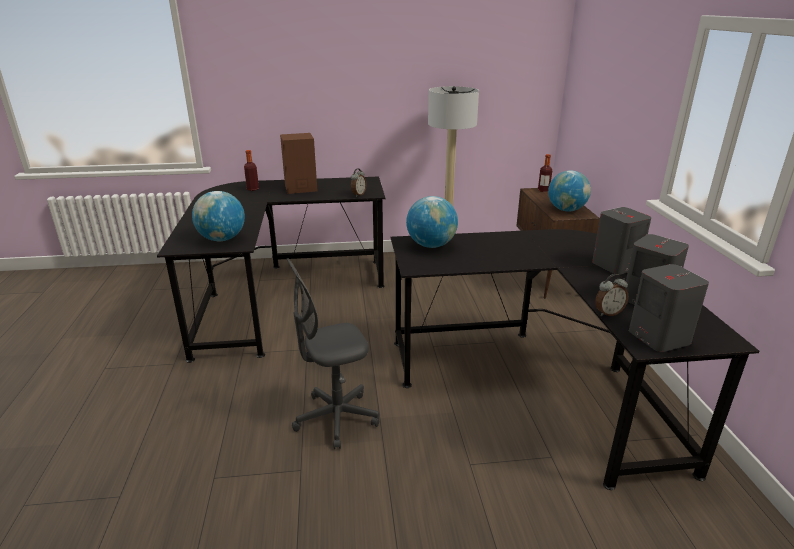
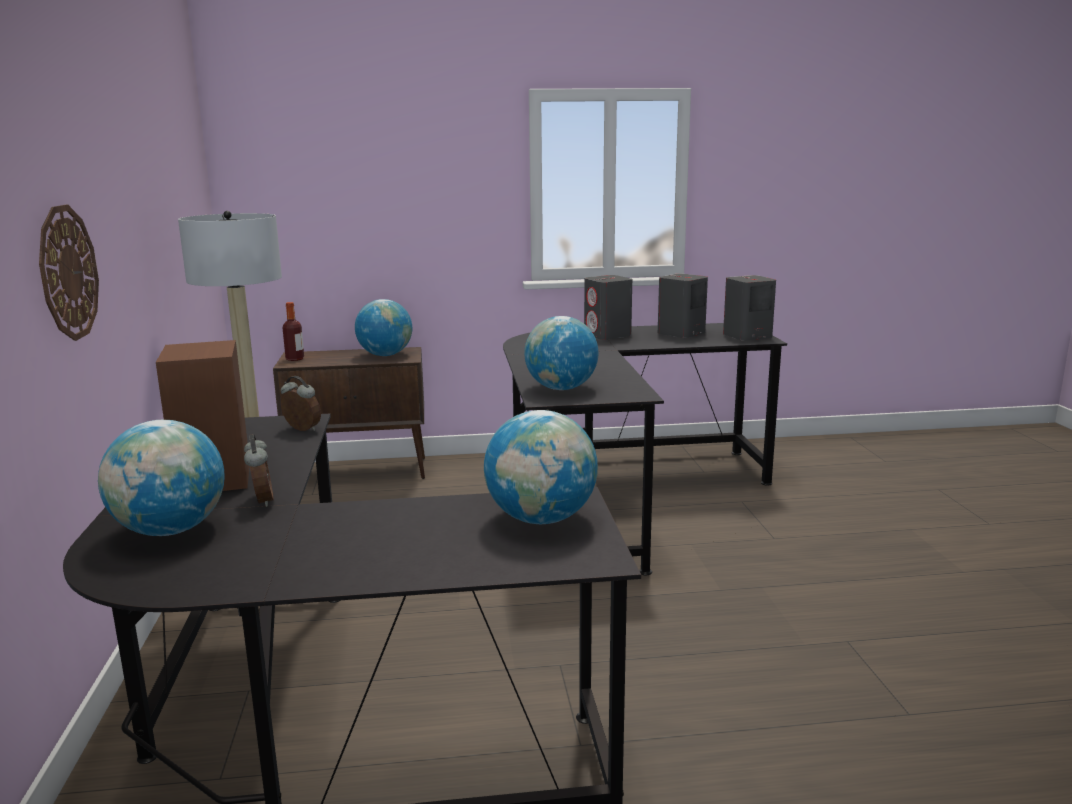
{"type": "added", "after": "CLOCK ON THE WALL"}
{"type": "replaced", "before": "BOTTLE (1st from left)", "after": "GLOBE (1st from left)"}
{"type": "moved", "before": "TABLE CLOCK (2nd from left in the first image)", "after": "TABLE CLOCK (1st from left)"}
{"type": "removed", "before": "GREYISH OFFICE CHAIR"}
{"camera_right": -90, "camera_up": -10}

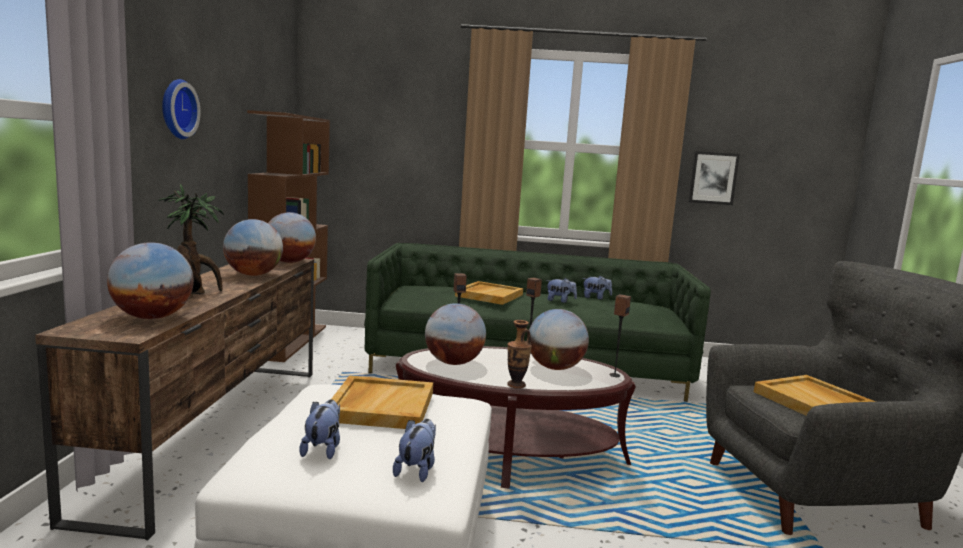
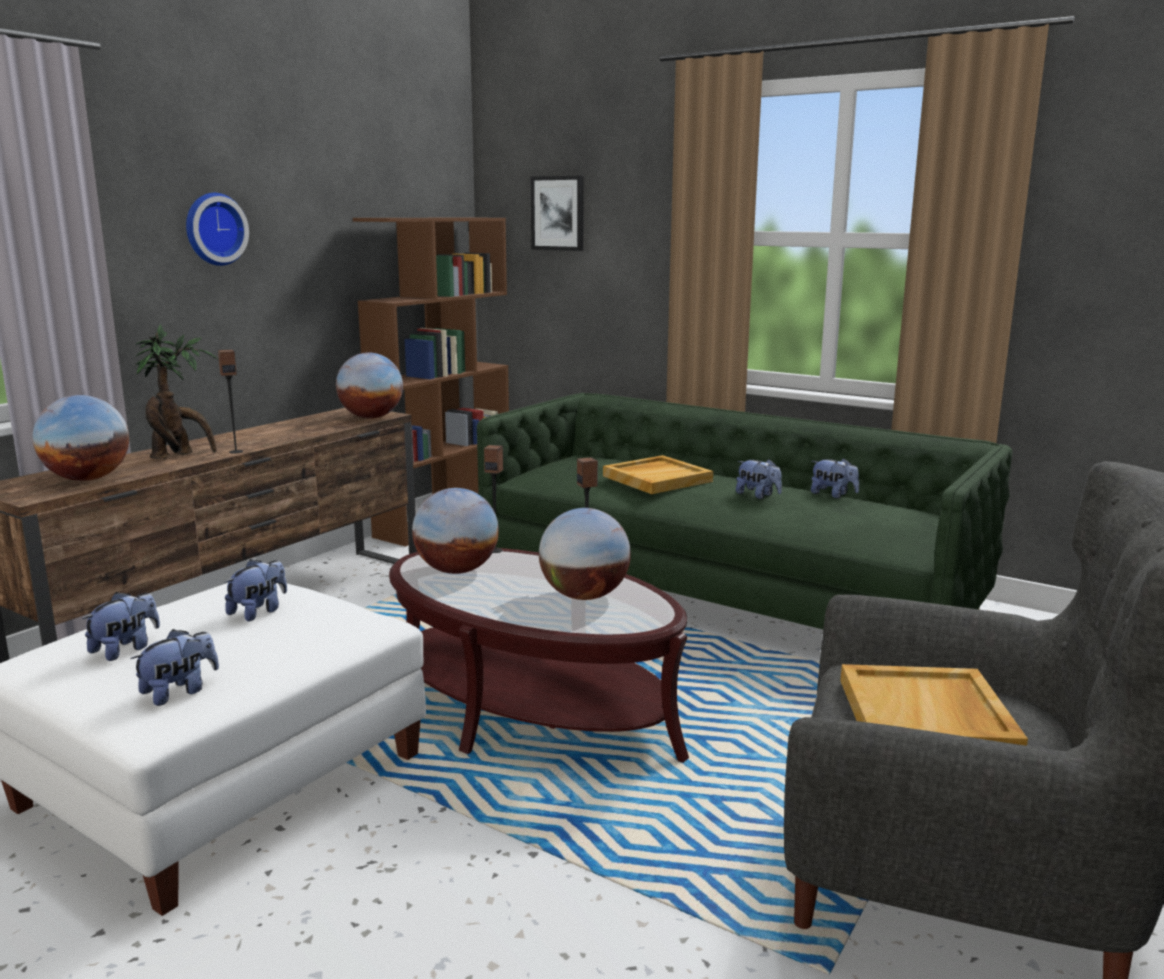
{"type": "moved", "before": "SPEAKER (3rd from left in the first image)", "after": "SPEAKER (1st from left)"}
{"type": "replaced", "before": "BEIGE CARRYING TRAY (1st from left)", "after": "CUDDLY TOY (3rd from left)"}
{"type": "moved", "before": "WALL ART"}
{"type": "removed", "before": "GLOBE (2nd from left)"}
{"type": "removed", "before": "FLOWER VASE"}
{"camera_right": 30, "camera_up": 5}

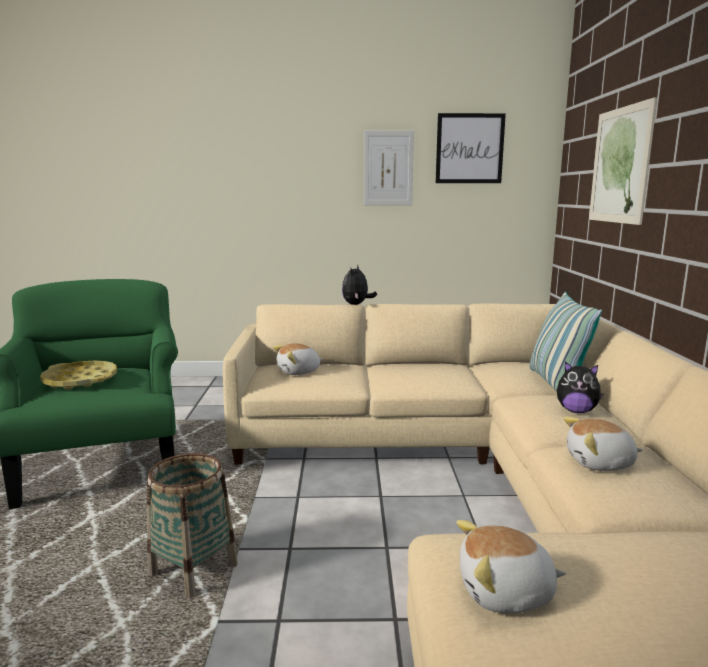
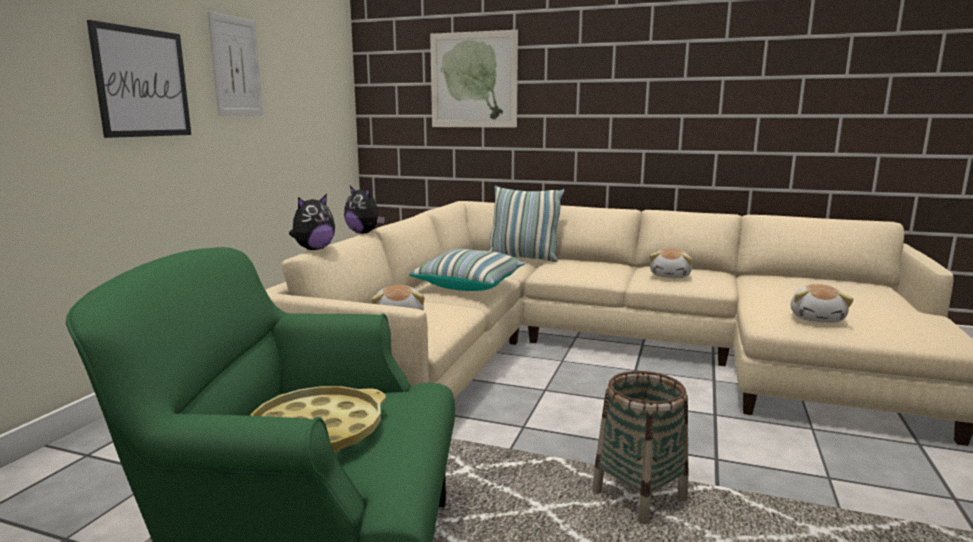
{"type": "moved", "before": "WALL ART (2nd from left in the first image)", "after": "WALL ART (1st from left)"}
{"type": "moved", "before": "CUDDLY TOY (4th from left in the first image)", "after": "CUDDLY TOY (1st from left)"}
{"type": "added", "after": "CUSHION (1st from left)"}
{"camera_right": -70, "camera_up": 0}

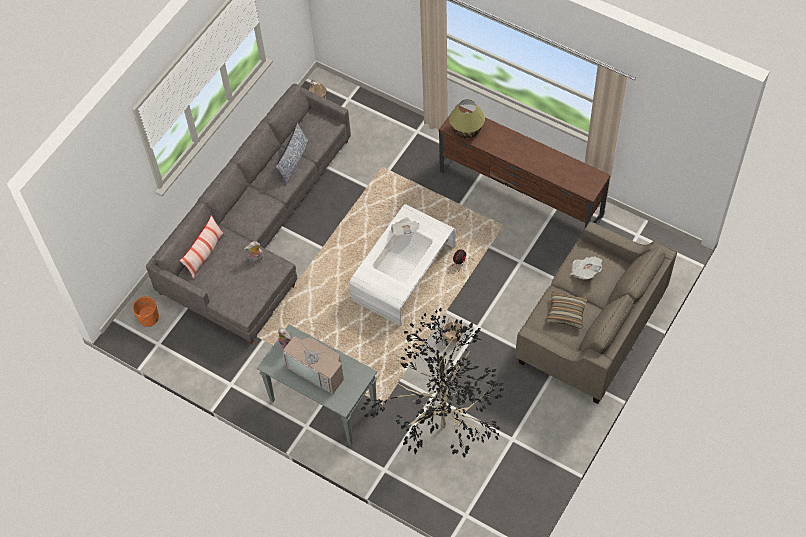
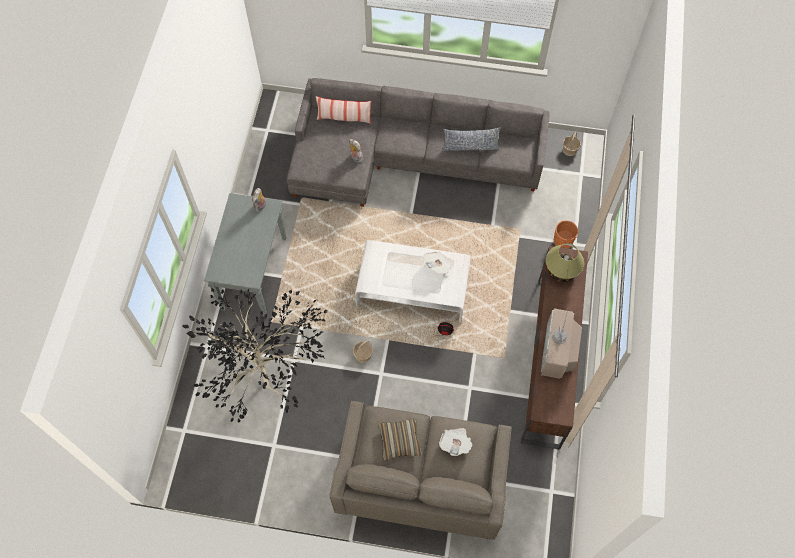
{"type": "moved", "before": "TV"}
{"type": "moved", "before": "ORANGE-COLOURED PLANTER"}
{"camera_right": 65, "camera_up": 5}

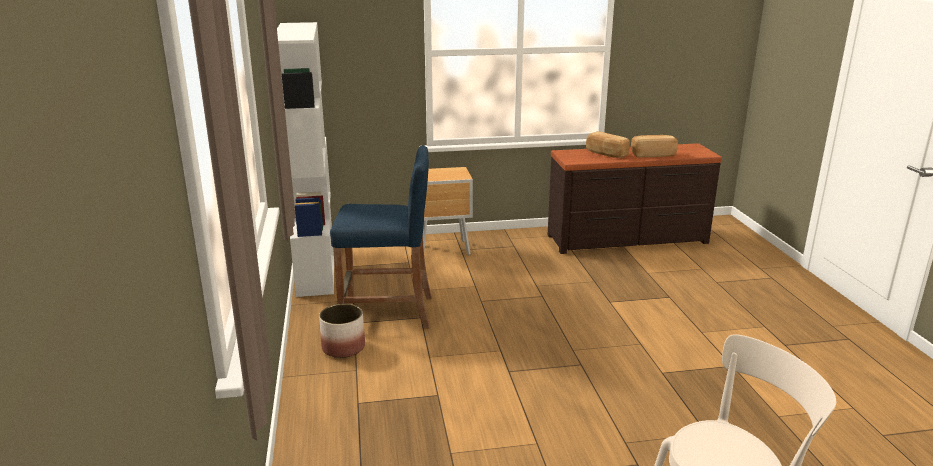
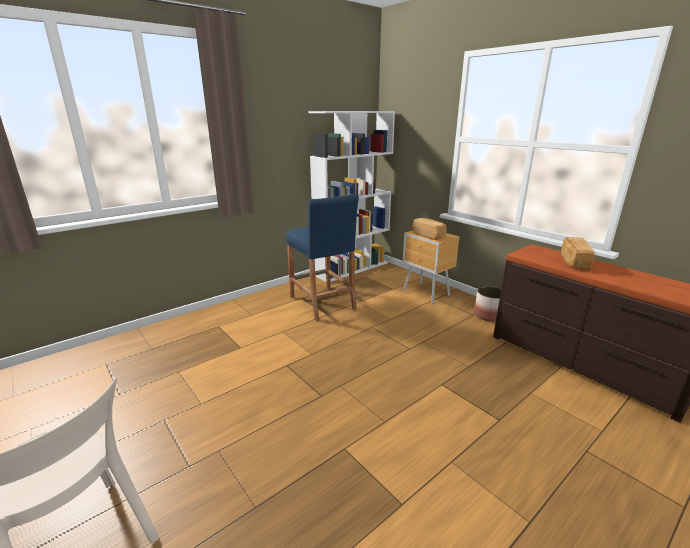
{"type": "moved", "before": "BAKED BREAD (2nd from left in the first image)", "after": "BAKED BREAD (1st from left)"}
{"type": "moved", "before": "PLANTER"}
{"camera_right": 60, "camera_up": 0}

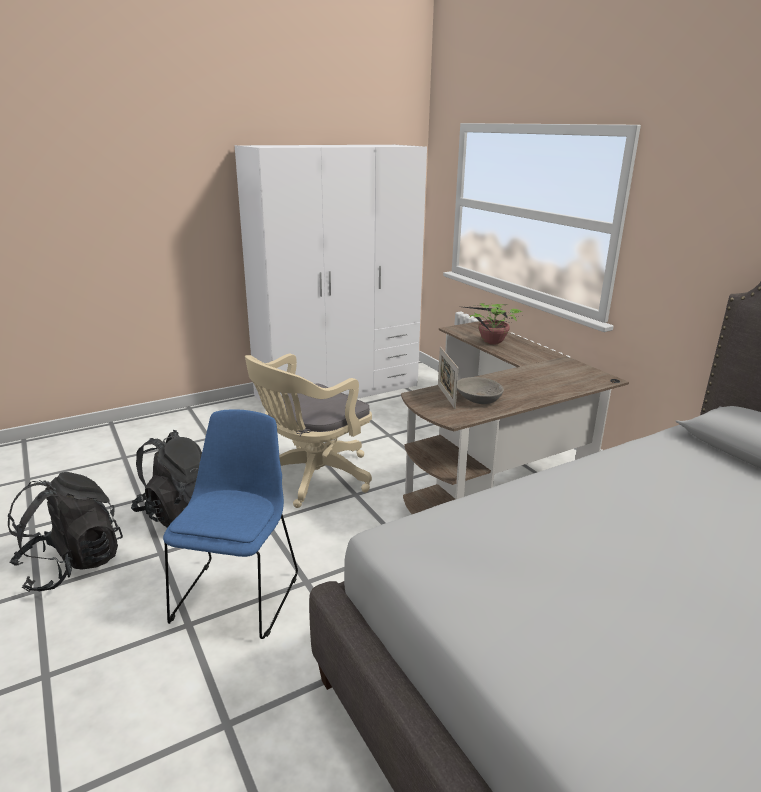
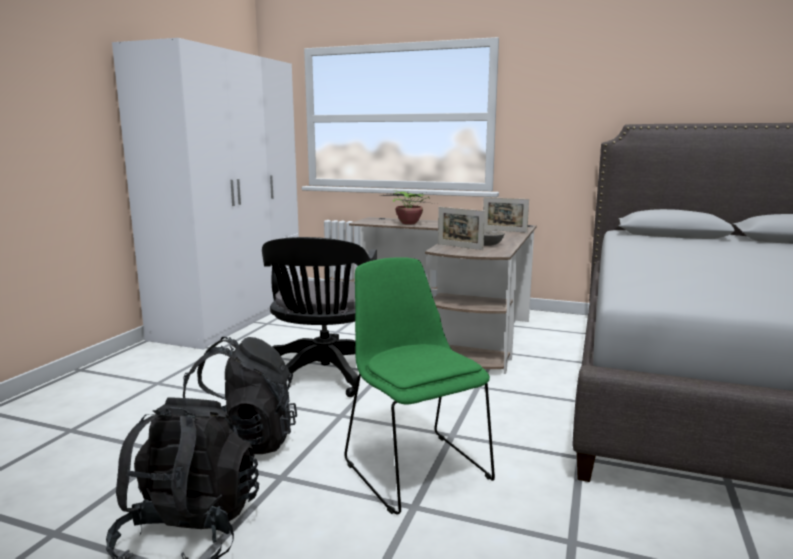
{"type": "recoloured", "before": "BEIGE OFFICE CHAIR", "after": "BLACK-COLOURED OFFICE CHAIR"}
{"type": "recoloured", "before": "BLUE-COLOURED PLAIN CHAIR", "after": "GREEN PLAIN CHAIR"}
{"type": "added", "after": "PHOTO FRAME (2nd from left)"}
{"camera_right": -40, "camera_up": -10}

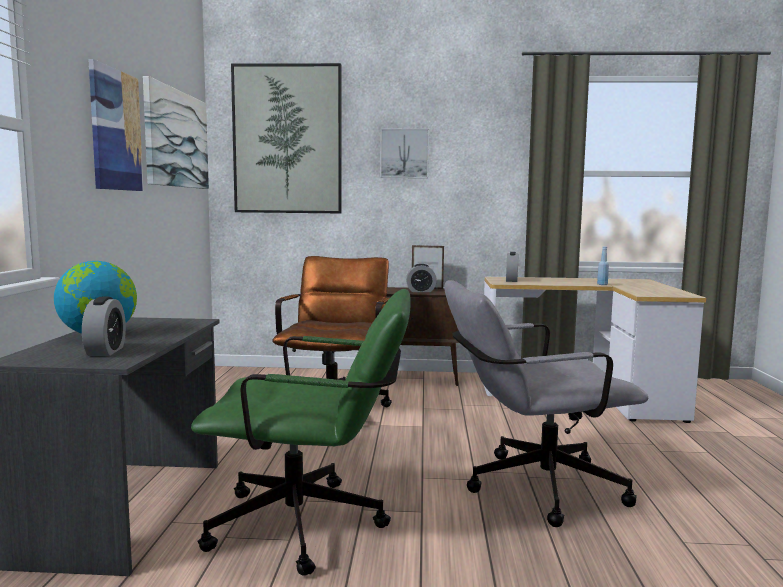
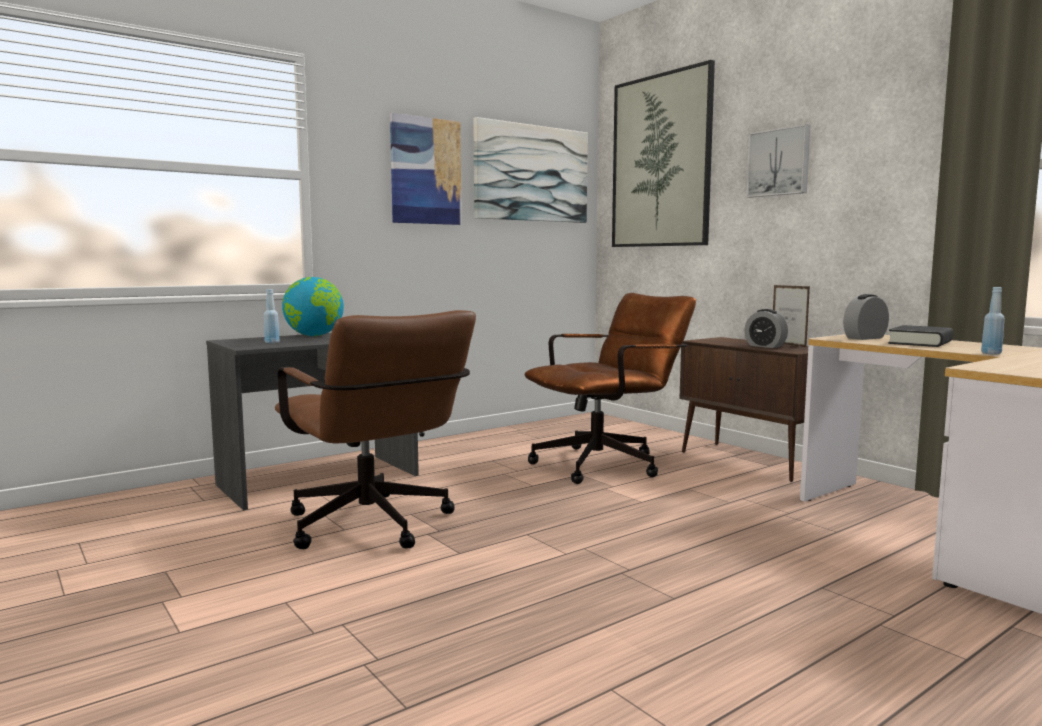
{"type": "replaced", "before": "TABLE CLOCK (1st from left)", "after": "BLUE-COLOURED BOTTLE (1st from left)"}
{"type": "recoloured", "before": "GREEN OFFICE CHAIR", "after": "BROWN-COLOURED OFFICE CHAIR (1st from left)"}
{"type": "added", "after": "BLACK-COLOURED BOOK"}
{"type": "removed", "before": "GREYISH OFFICE CHAIR"}
{"camera_right": 50, "camera_up": 0}

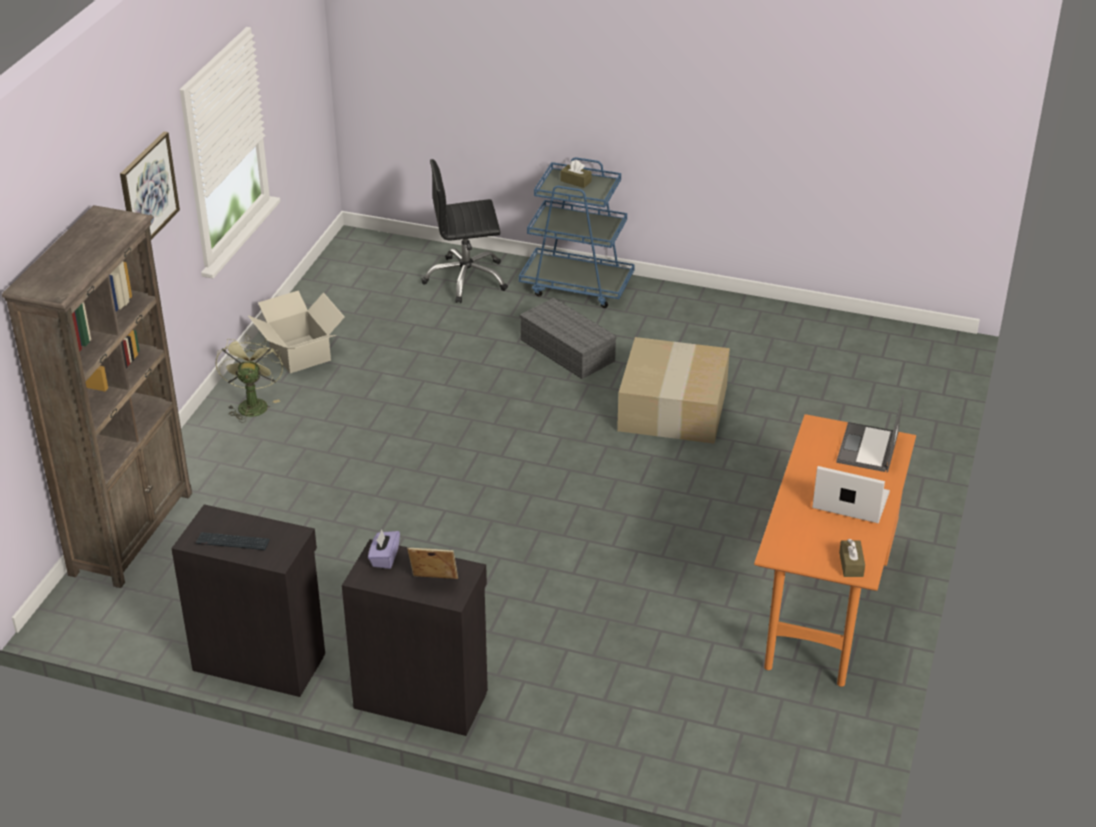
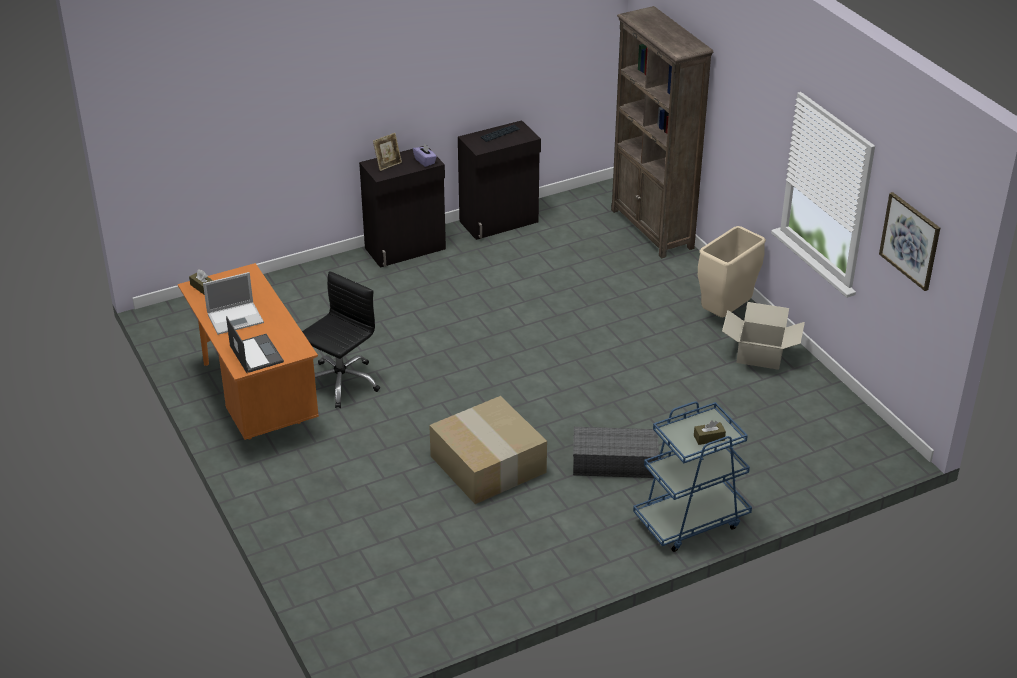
{"type": "moved", "before": "BLACK-COLOURED OFFICE CHAIR"}
{"type": "replaced", "before": "GREEN ELECTRIC FAN", "after": "BEIGE TRASH CAN"}
{"type": "moved", "before": "WALL ART"}
{"camera_right": 135, "camera_up": 0}

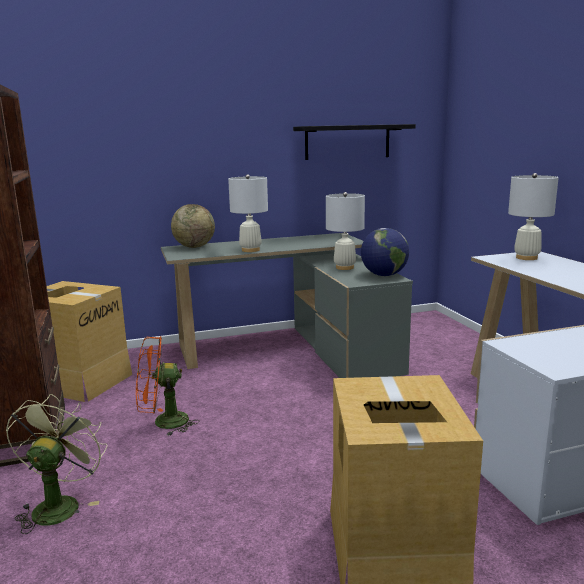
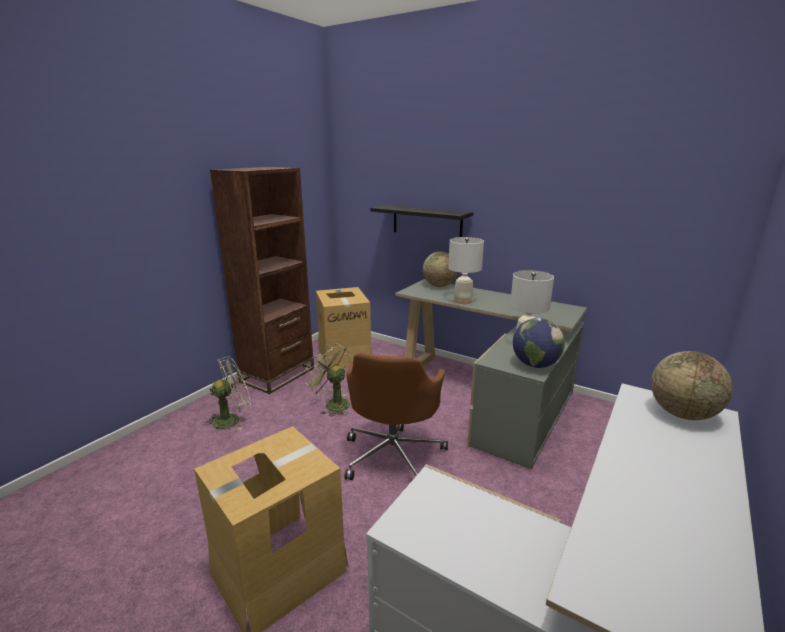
{"type": "recoloured", "before": "ORANGE-COLOURED ELECTRIC FAN", "after": "GREEN ELECTRIC FAN (2nd from left)"}
{"type": "added", "after": "BROWN-COLOURED OFFICE CHAIR"}
{"type": "moved", "before": "BLACK-COLOURED BRACKET SHELF"}
{"type": "replaced", "before": "WHITISH LAMP FOR A TABLE (3rd from left)", "after": "GLOBE (3rd from left)"}
{"camera_right": 50, "camera_up": 5}

